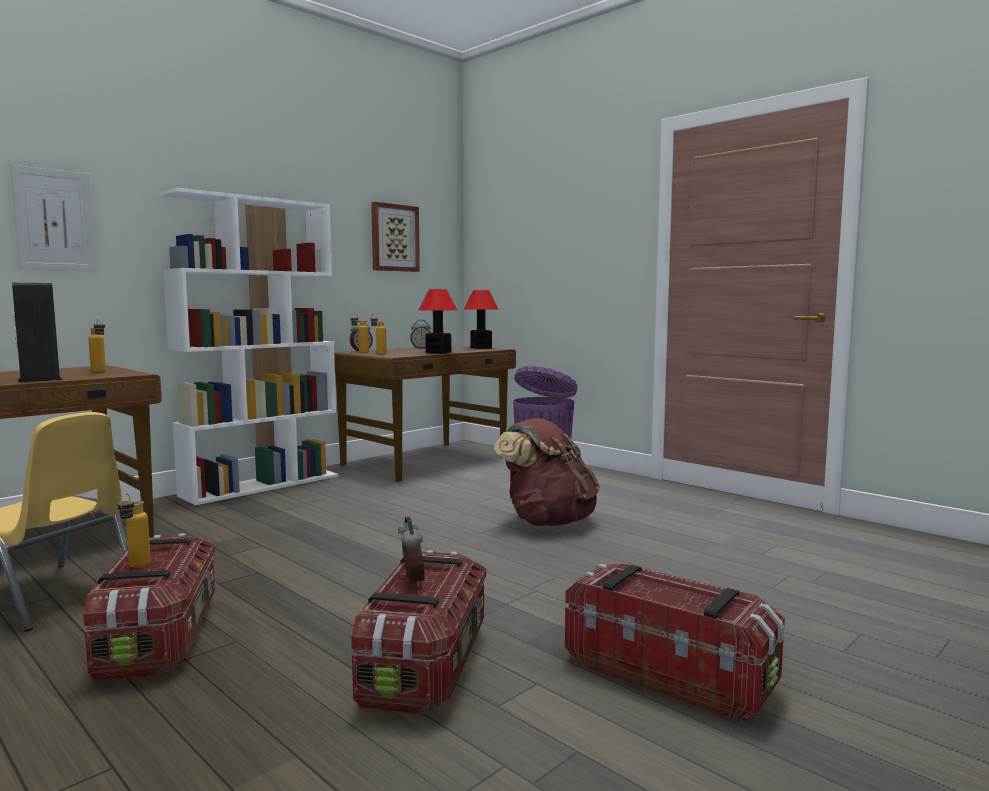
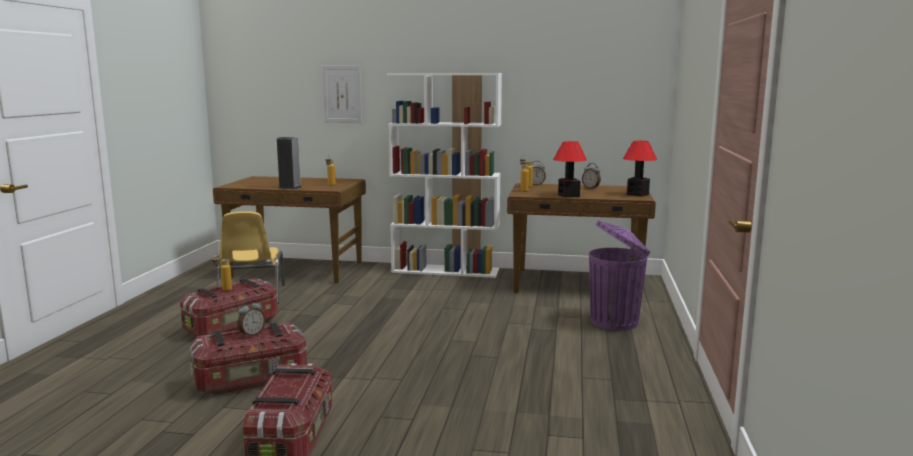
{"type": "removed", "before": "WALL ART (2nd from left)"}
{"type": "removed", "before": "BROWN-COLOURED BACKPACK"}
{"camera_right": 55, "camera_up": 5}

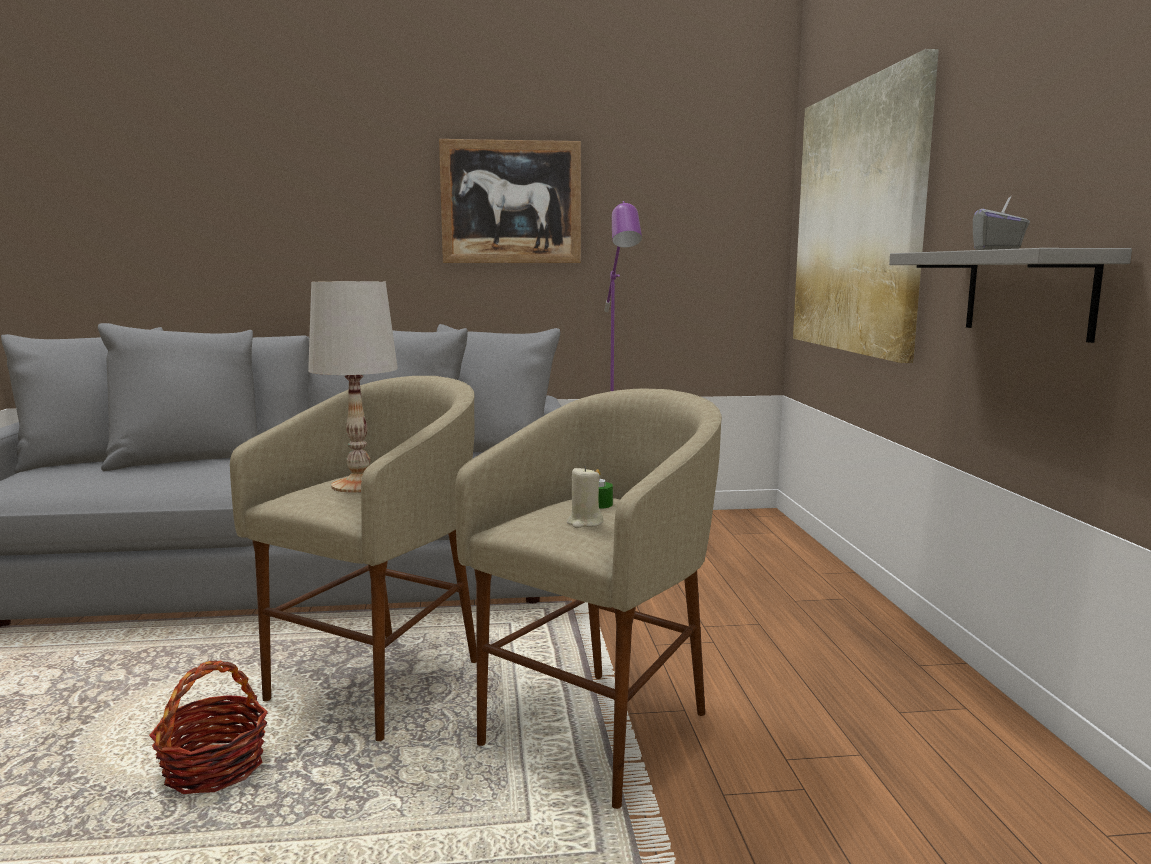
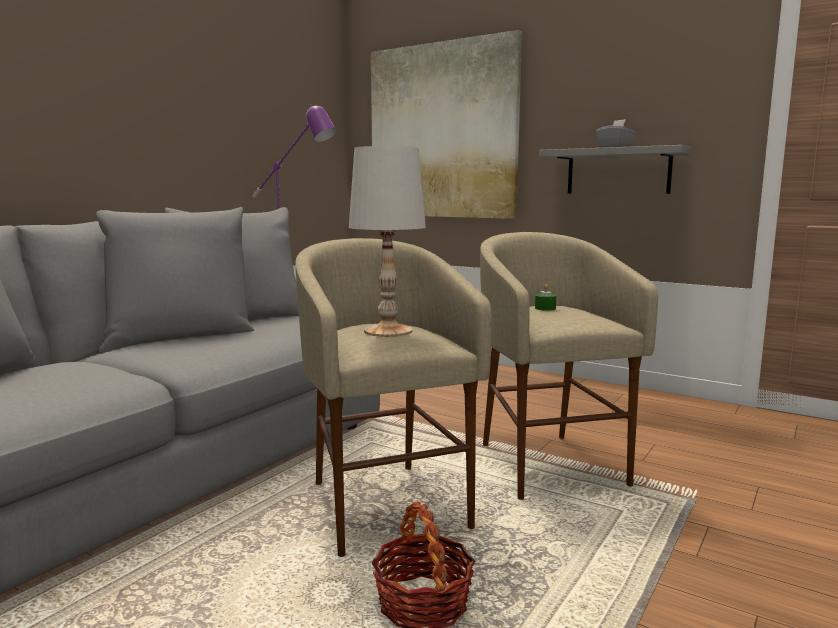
{"type": "removed", "before": "WALL ART (1st from left)"}
{"type": "removed", "before": "BEIGE WAX LIGHT"}
{"camera_right": -50, "camera_up": 0}

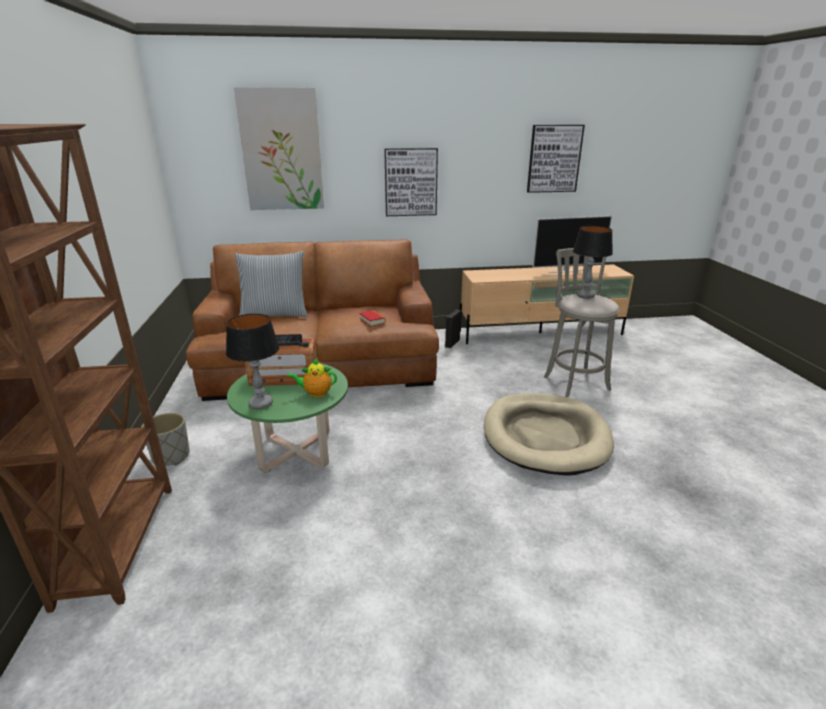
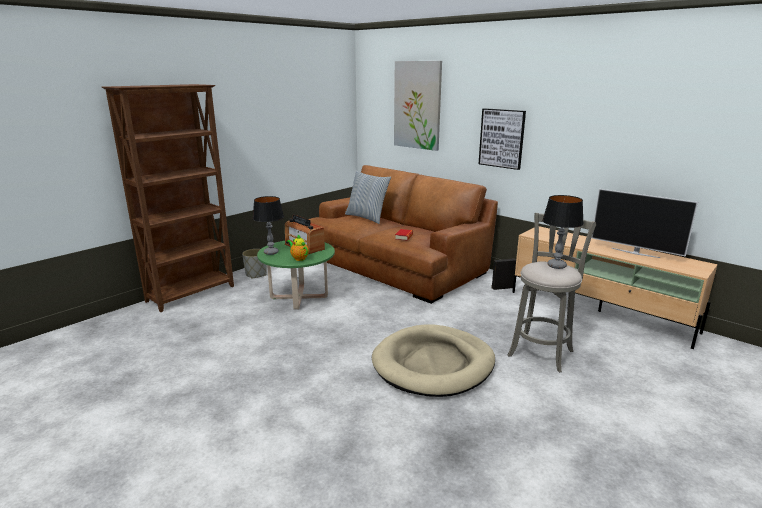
{"type": "removed", "before": "WALL ART (3rd from left)"}
{"camera_right": 50, "camera_up": -5}

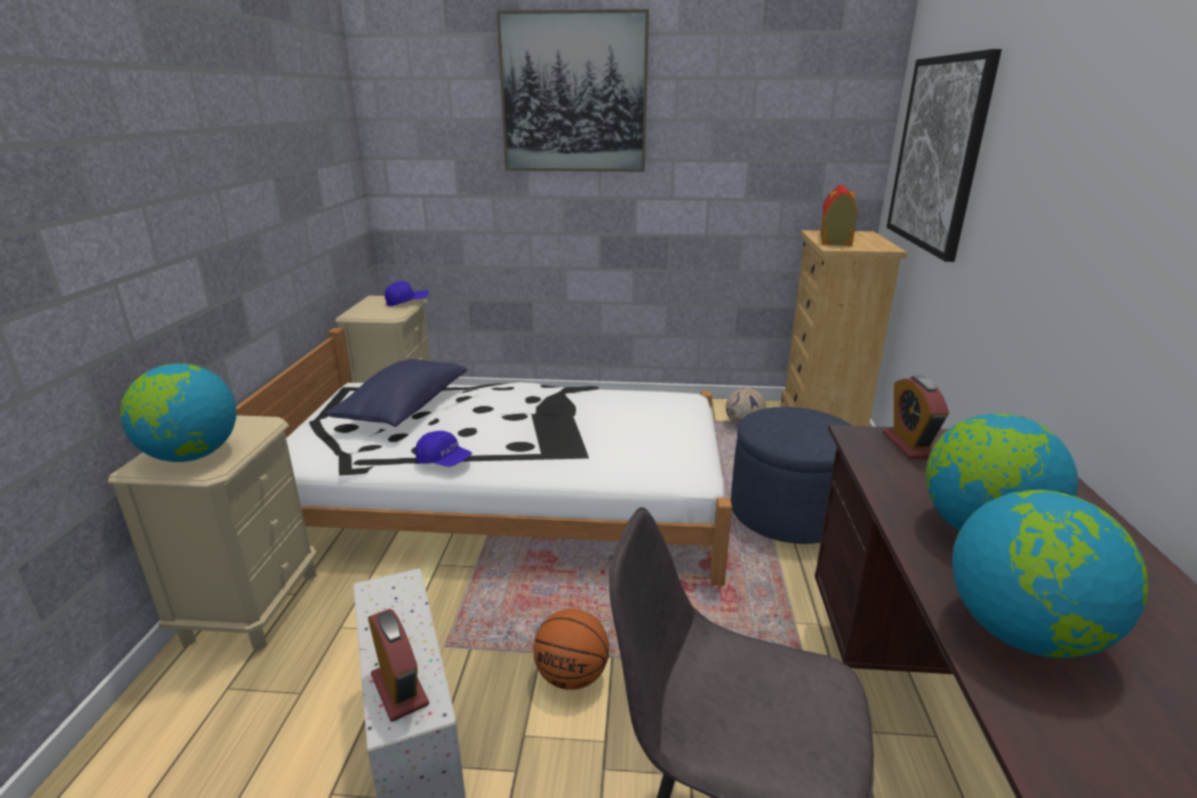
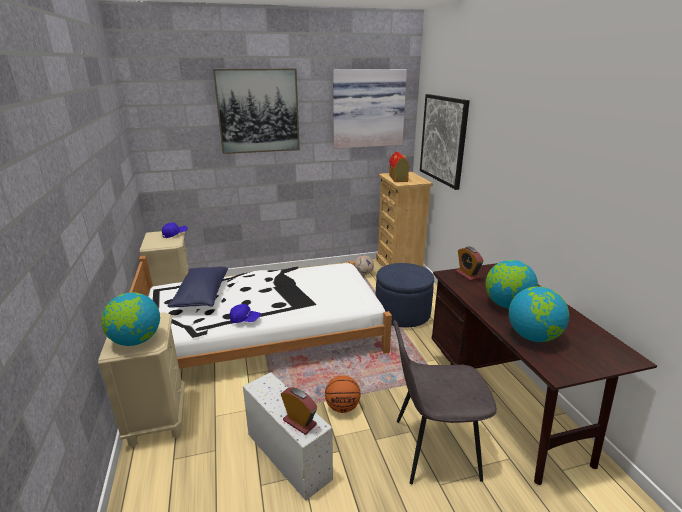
{"type": "added", "after": "WALL ART (2nd from left)"}
{"camera_right": -20, "camera_up": 0}

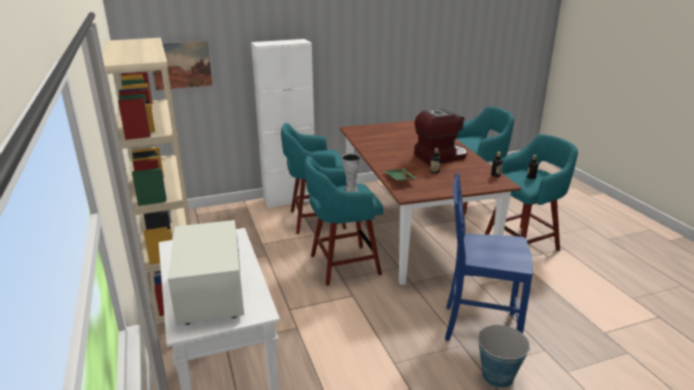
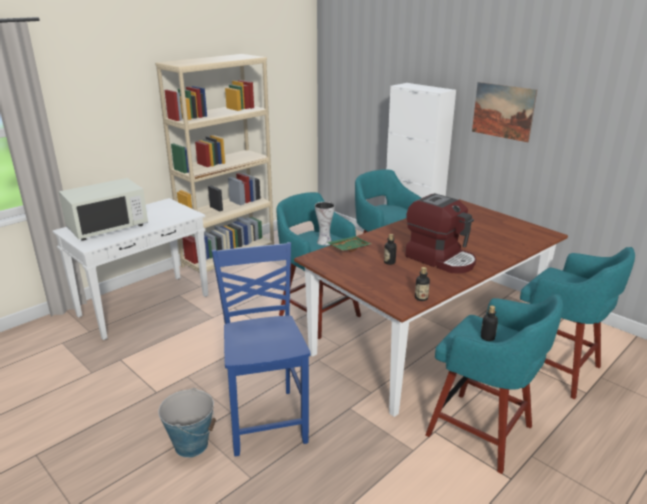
{"type": "moved", "before": "WALL ART"}
{"camera_right": 65, "camera_up": 0}

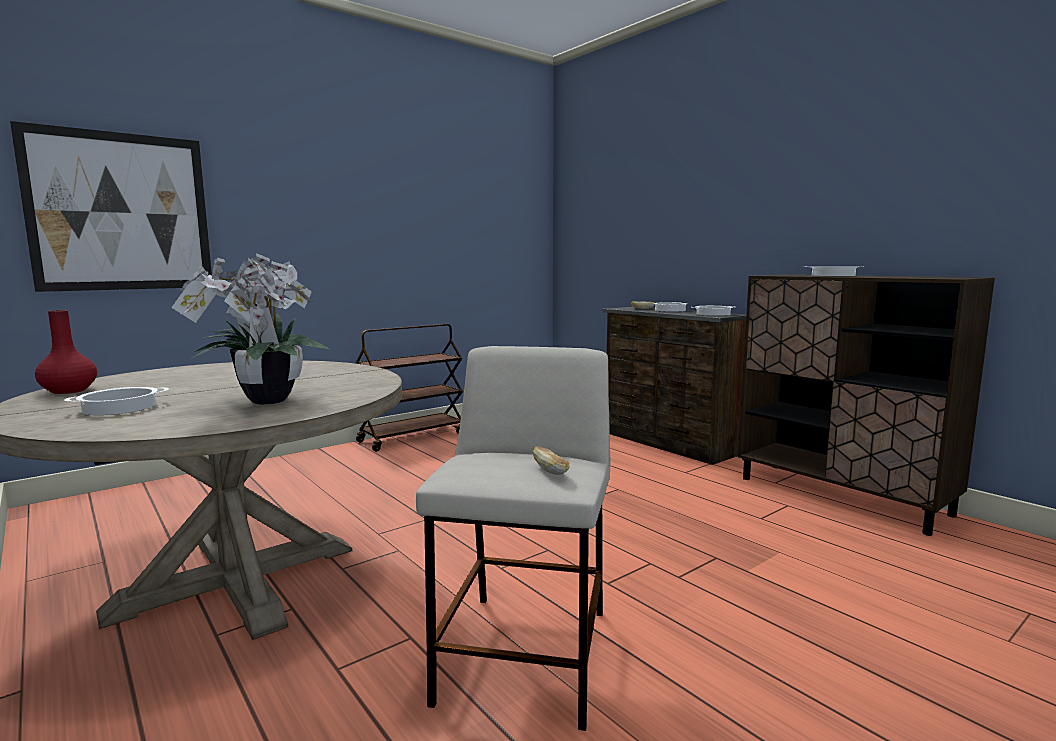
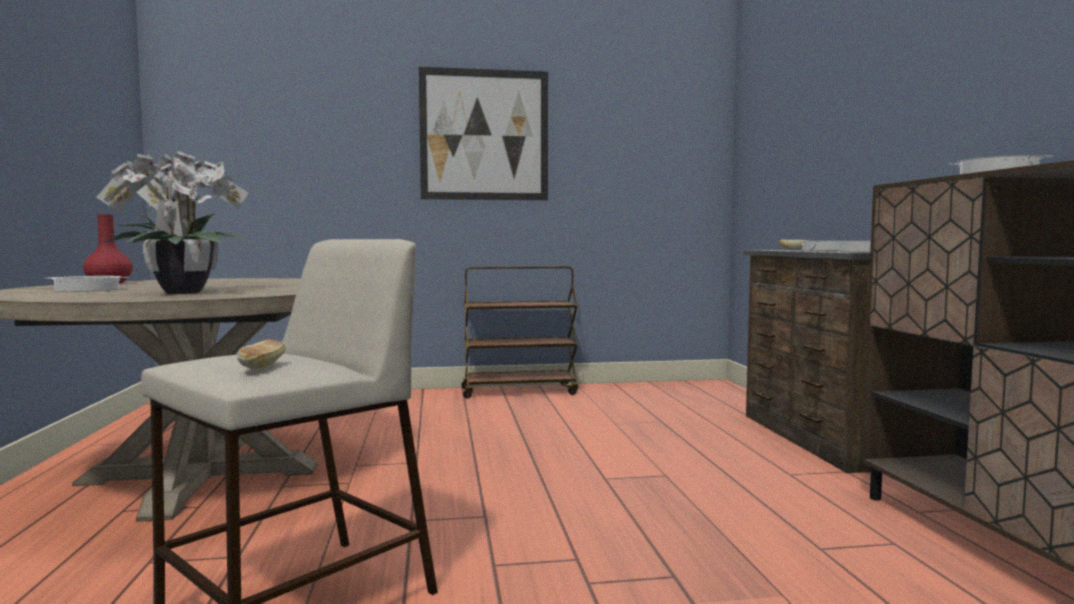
{"type": "moved", "before": "WALL ART"}
{"camera_right": 30, "camera_up": -5}

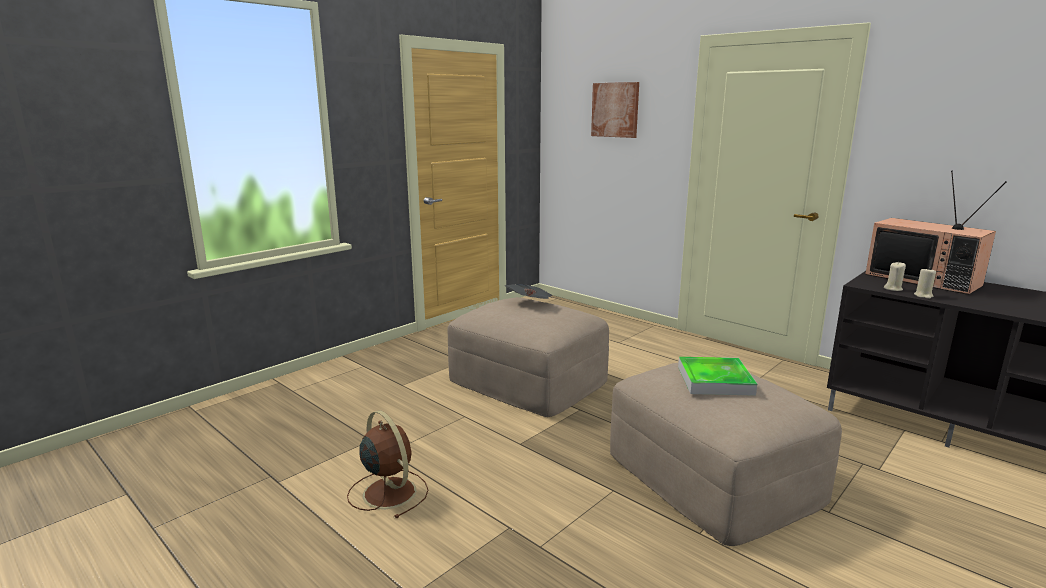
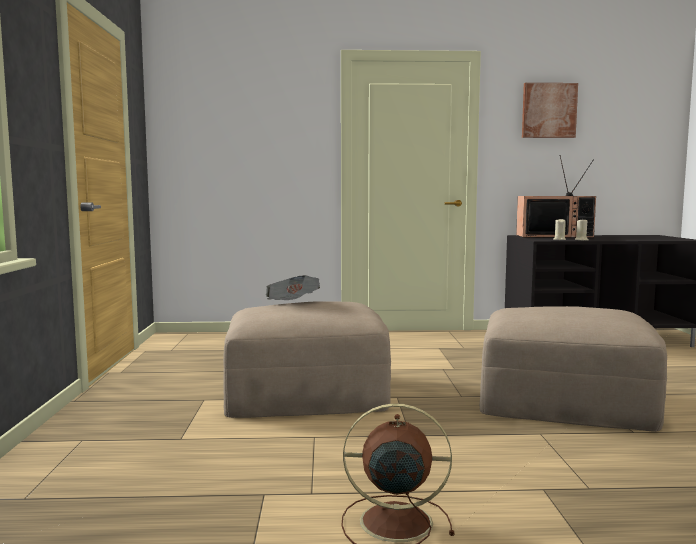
{"type": "moved", "before": "WALL ART"}
{"type": "removed", "before": "CARRYING TRAY"}
{"camera_right": -45, "camera_up": -10}

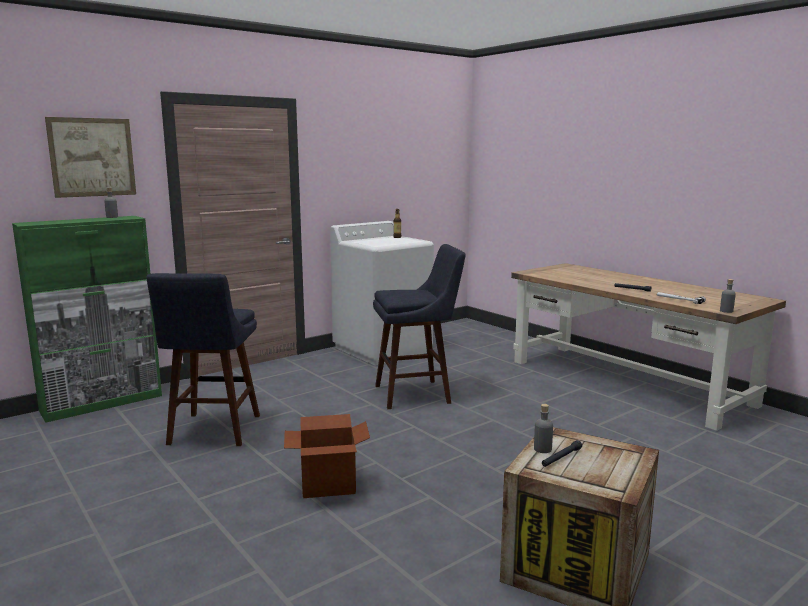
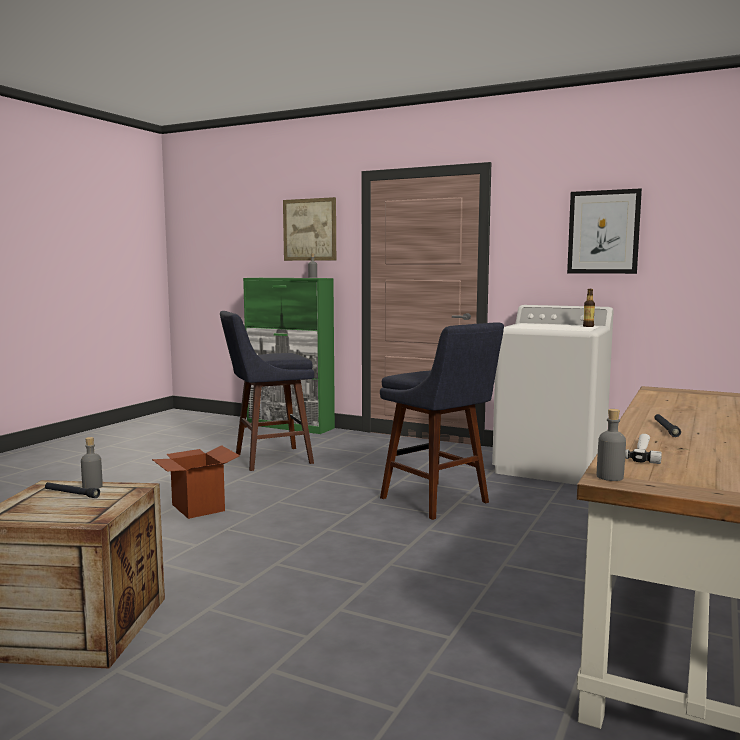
{"type": "added", "after": "WALL ART (2nd from left)"}
{"camera_right": 65, "camera_up": -5}

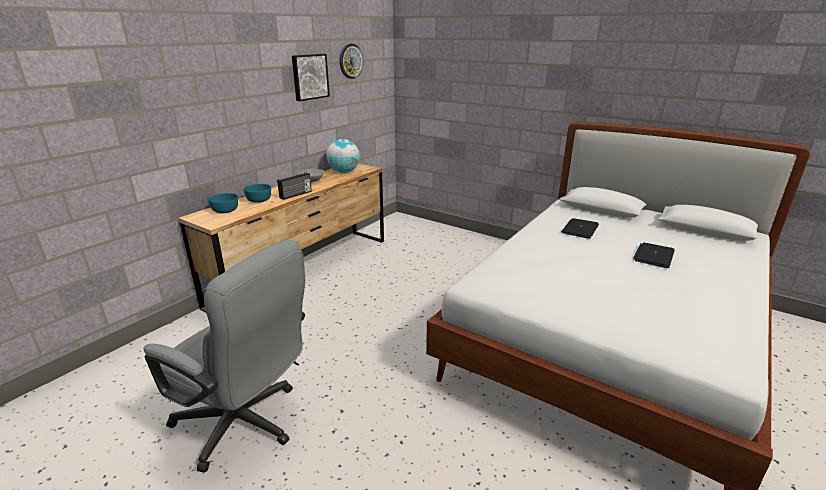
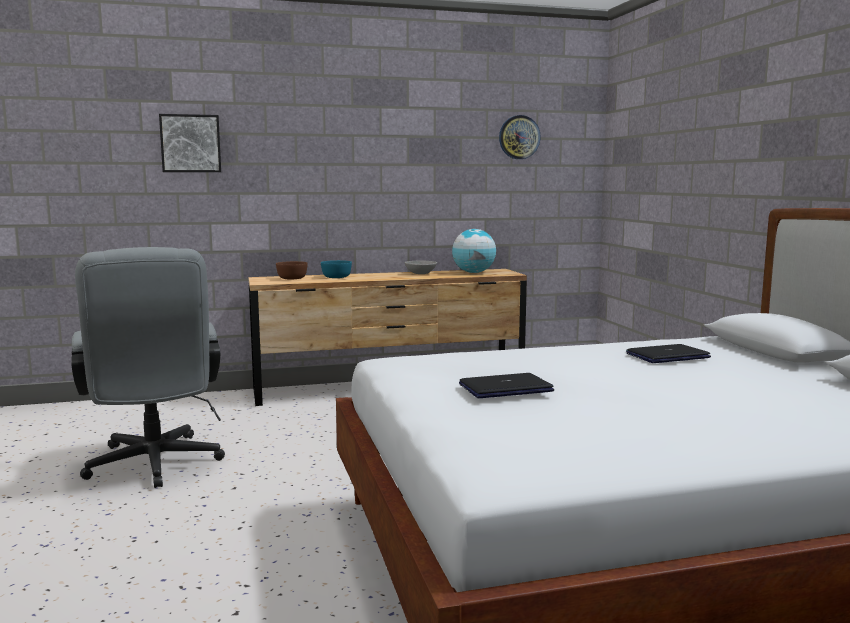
{"type": "moved", "before": "WALL ART"}
{"type": "recoloured", "before": "TURQUOISE DEEP DISH (1st from left)", "after": "BROWN-COLOURED DEEP DISH"}
{"type": "moved", "before": "LAPTOP (2nd from left in the first image)", "after": "LAPTOP (1st from left)"}
{"type": "removed", "before": "RADIO RECEIVER"}
{"camera_right": 40, "camera_up": -15}

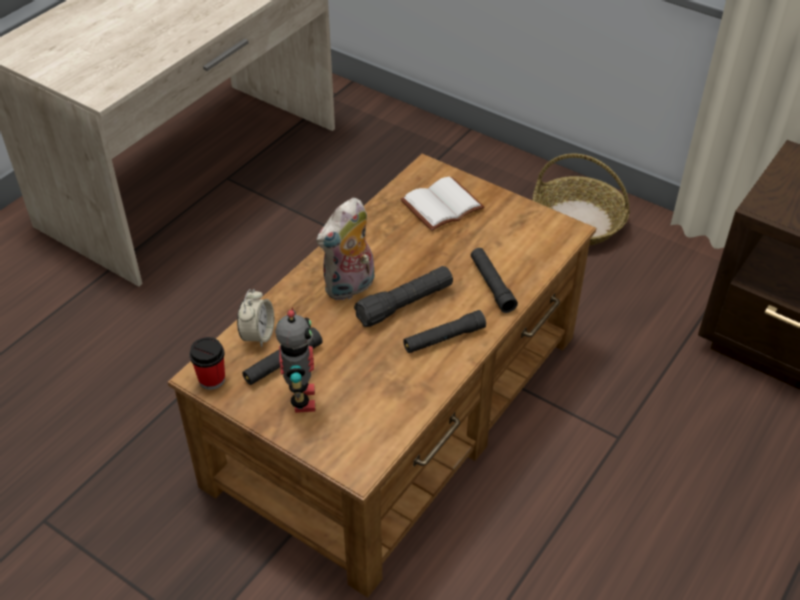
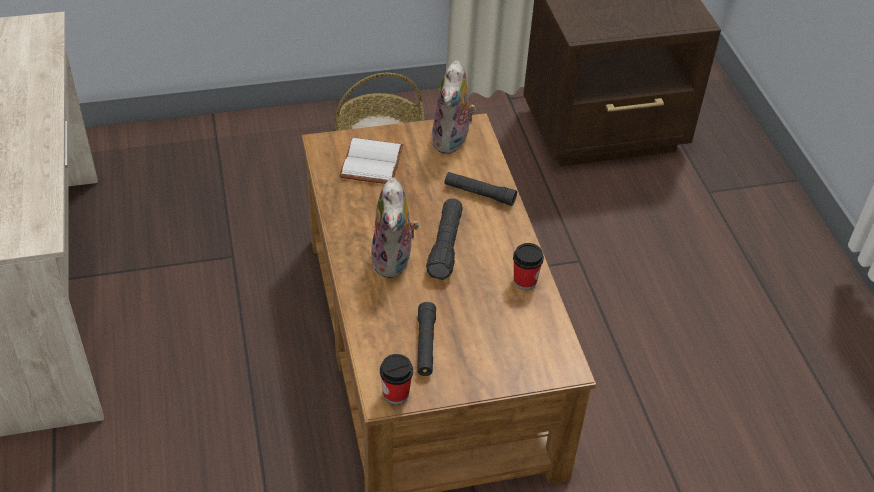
{"type": "added", "after": "CUDDLY TOY (2nd from left)"}
{"type": "added", "after": "CUP (2nd from left)"}
{"type": "removed", "before": "TABLE CLOCK"}
{"type": "removed", "before": "MODEL ROBOT"}
{"type": "removed", "before": "BLACK-COLOURED TORCH (3rd from left)"}
{"camera_right": -50, "camera_up": 0}

